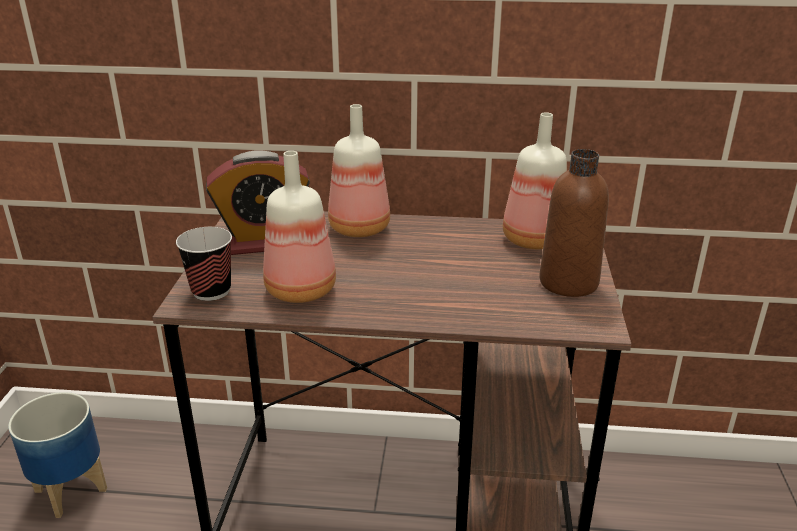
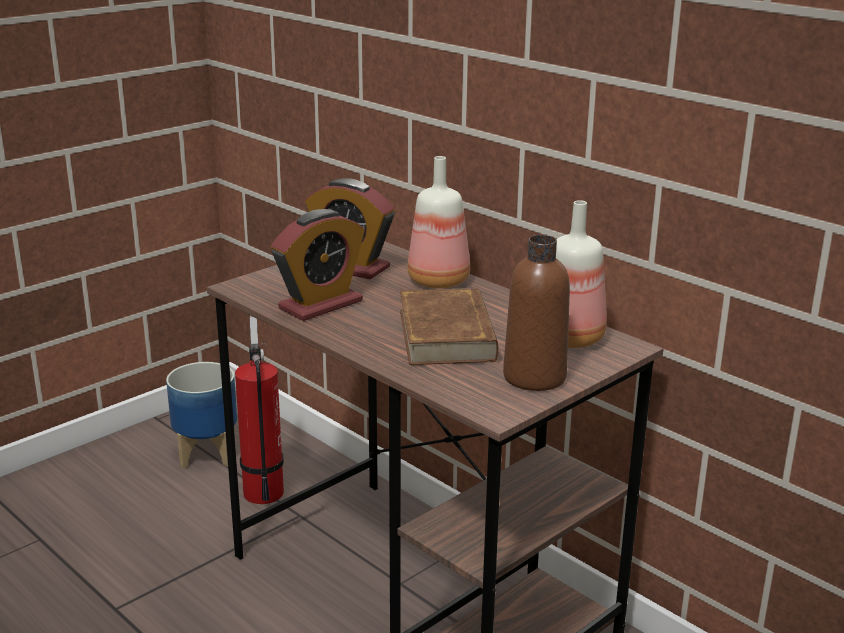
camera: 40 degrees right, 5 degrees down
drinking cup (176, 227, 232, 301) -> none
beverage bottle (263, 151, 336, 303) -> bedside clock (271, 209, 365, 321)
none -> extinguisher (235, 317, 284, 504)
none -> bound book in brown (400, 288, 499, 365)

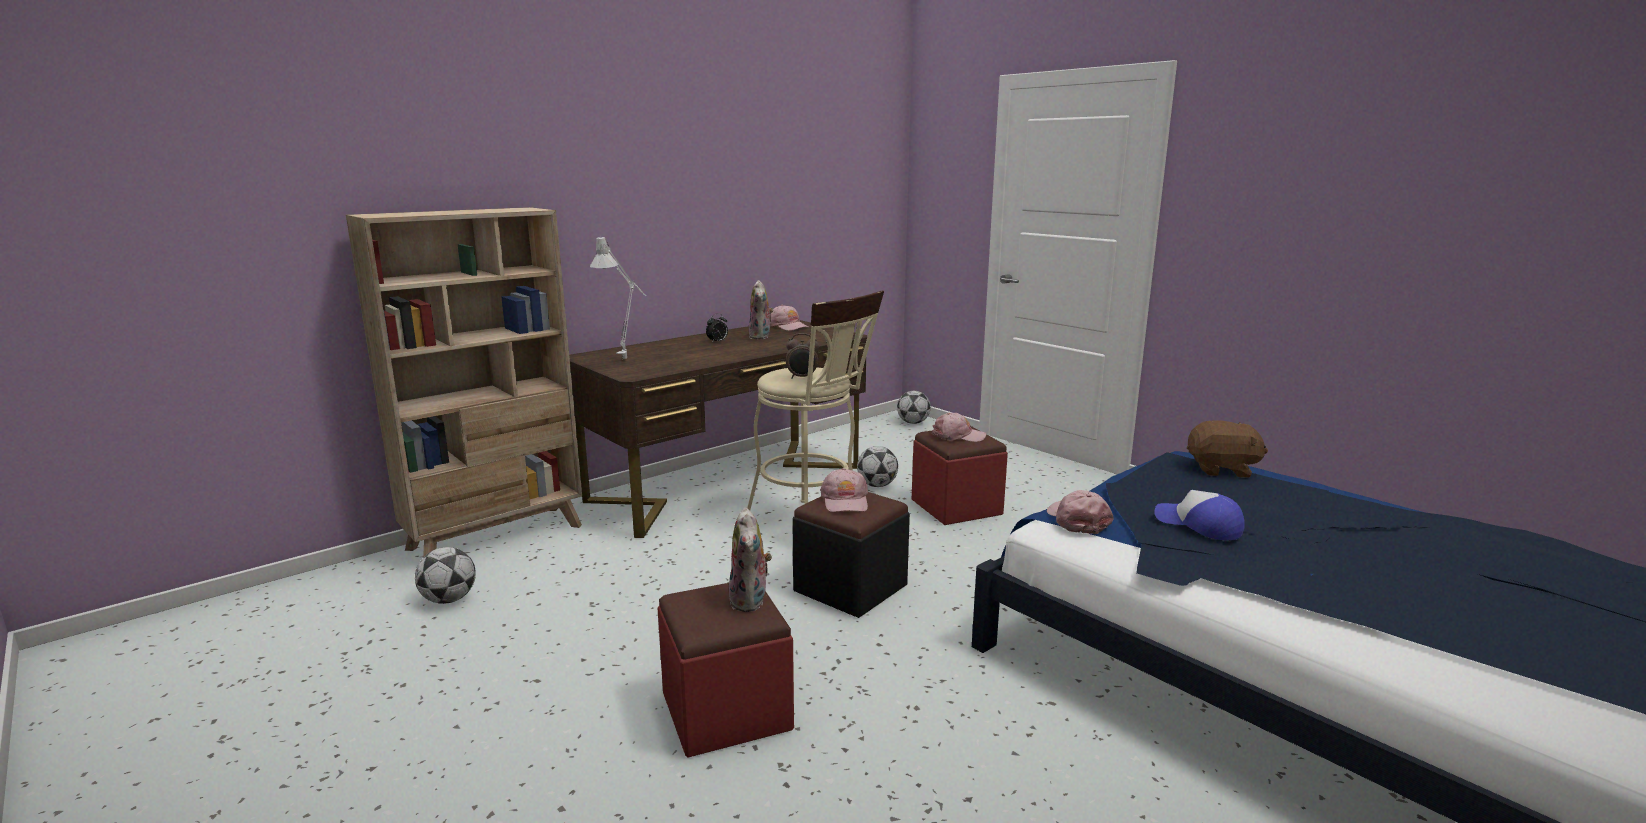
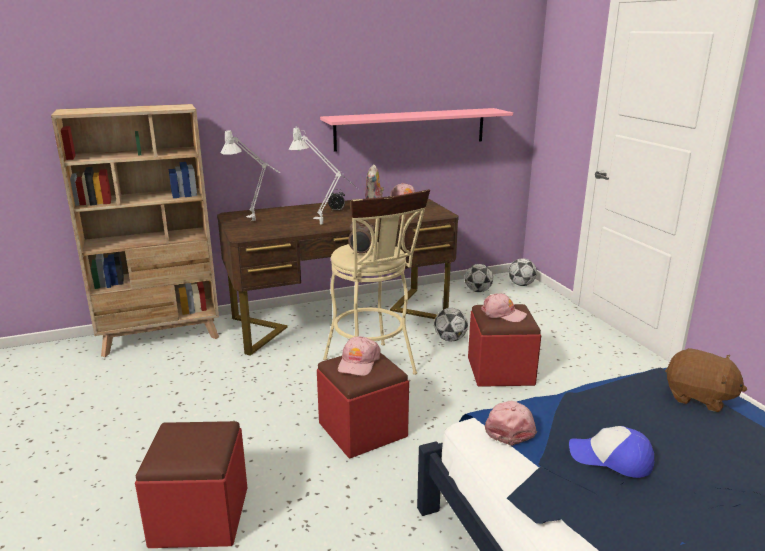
camera: 20 degrees right, 5 degrees up
ball for football (415, 547, 476, 604) -> ball for football (465, 264, 493, 292), moved
soft toy (729, 507, 772, 612) -> none
ottoman in blackish (792, 492, 910, 618) -> ottoman in red (317, 352, 409, 459)
cap (1154, 490, 1245, 541) -> cap (569, 426, 654, 478), 45 degrees counterclockwise
none -> table lamp in greyish (288, 128, 356, 224)
none -> shelf in pink-coloured (320, 108, 513, 152)

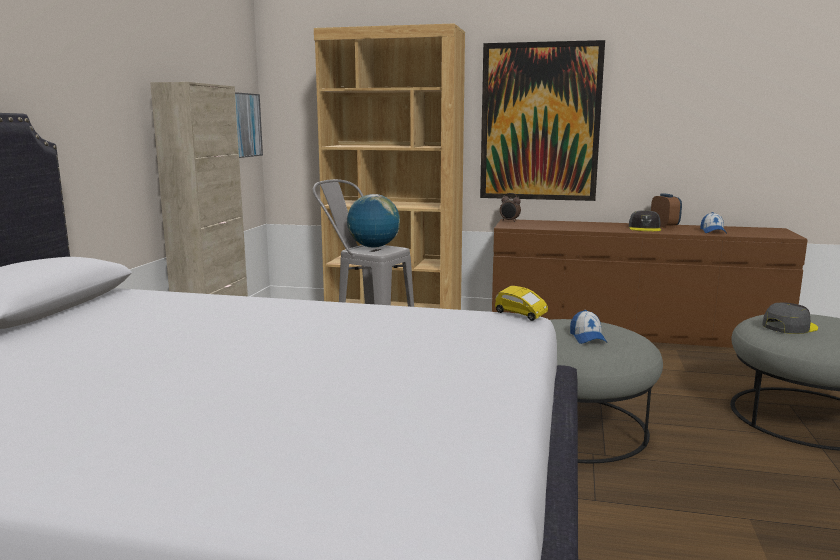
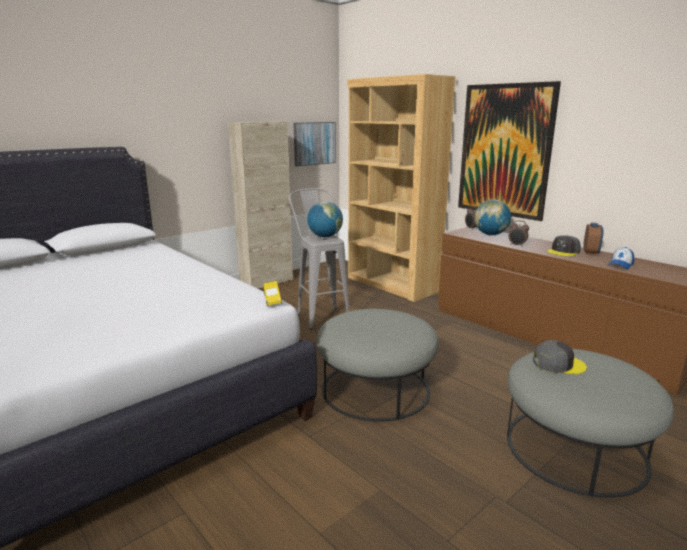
camera: 35 degrees right, 5 degrees up
cap (570, 310, 607, 344) -> none
none -> globe (474, 200, 511, 236)
none -> bedside clock (508, 220, 529, 247)

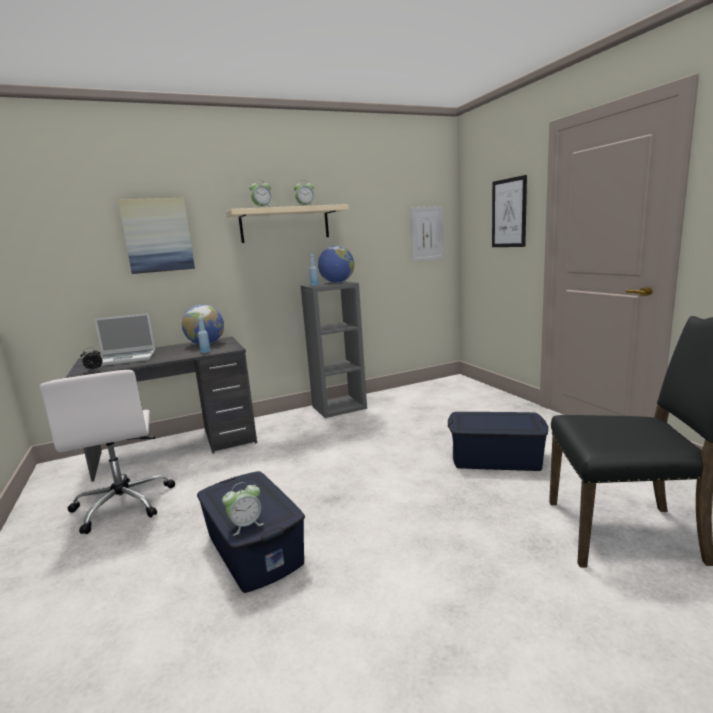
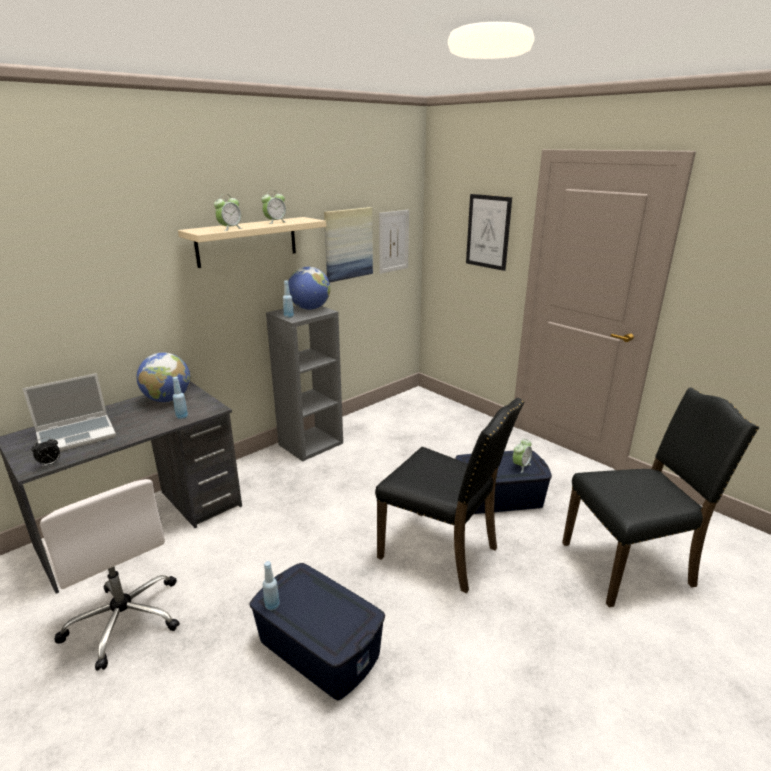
camera: 20 degrees left, 10 degrees up
wall art (118, 198, 195, 274) -> wall art (324, 207, 373, 282), moved
bedside clock (222, 482, 264, 536) -> bedside clock (513, 438, 532, 473), moved
none -> beverage bottle in blue-coloured (262, 561, 280, 611)
none -> upright chair in blackish (375, 398, 525, 593)

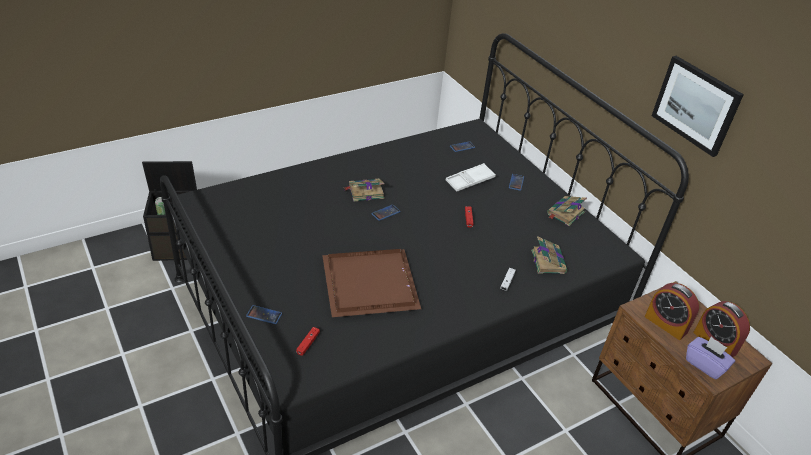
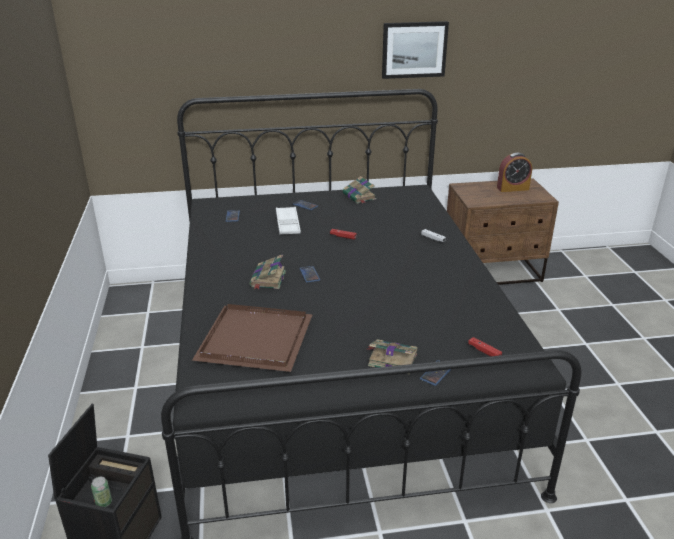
camera: 65 degrees left, 10 degrees down
carrying tray in brown (322, 249, 421, 317) -> carrying tray in brown (192, 304, 312, 372), moved
bound book (531, 237, 567, 274) -> bound book (368, 339, 418, 374), moved
bedside clock (645, 283, 699, 340) -> none
box of tissues in purple-coloured (686, 337, 735, 379) -> none

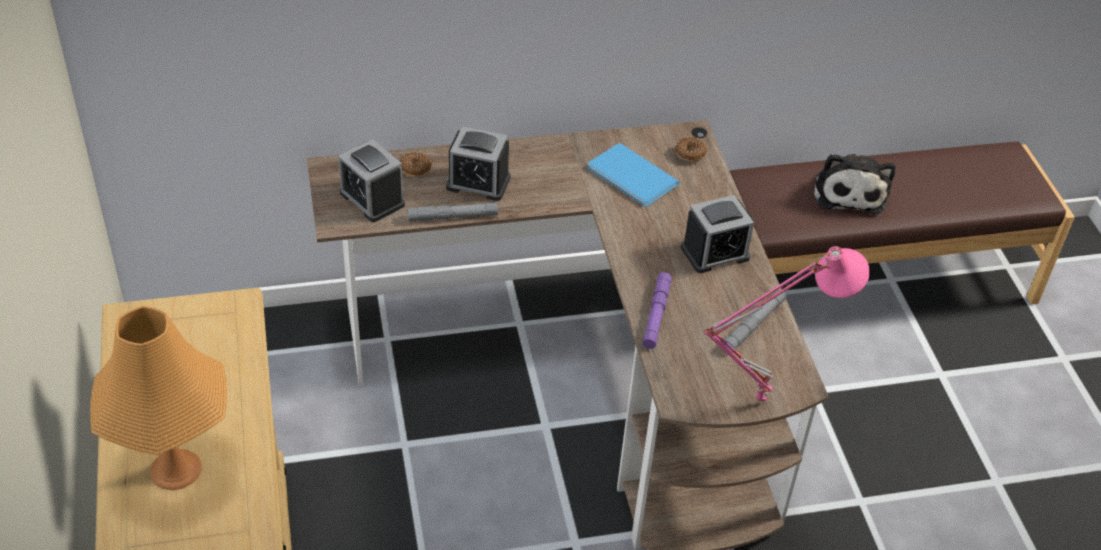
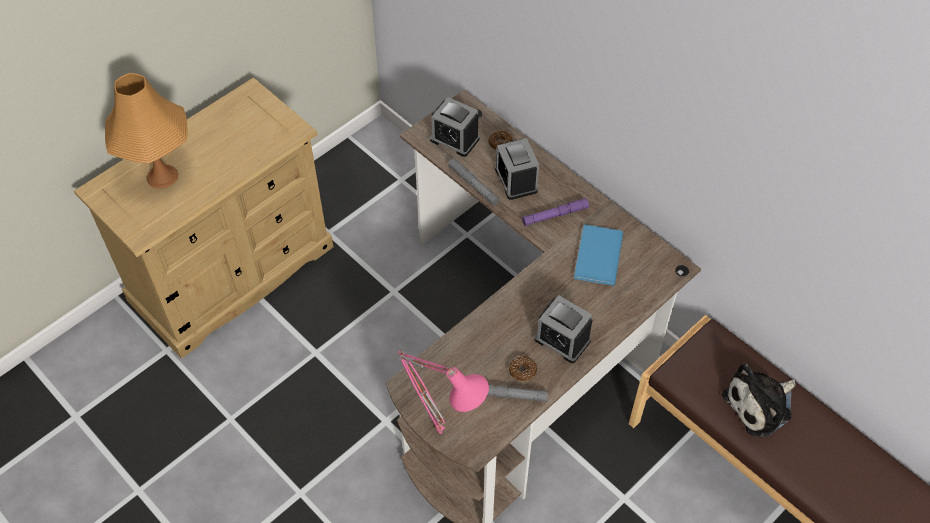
camera: 60 degrees right, 10 degrees up
bedside clock (338, 139, 405, 222) -> bedside clock (430, 97, 480, 157), 75 degrees counterclockwise
hand torch in purple-coloured (643, 272, 672, 349) -> hand torch in purple-coloured (522, 198, 589, 226), moved
donut (675, 137, 707, 162) -> donut (509, 356, 537, 382), moved

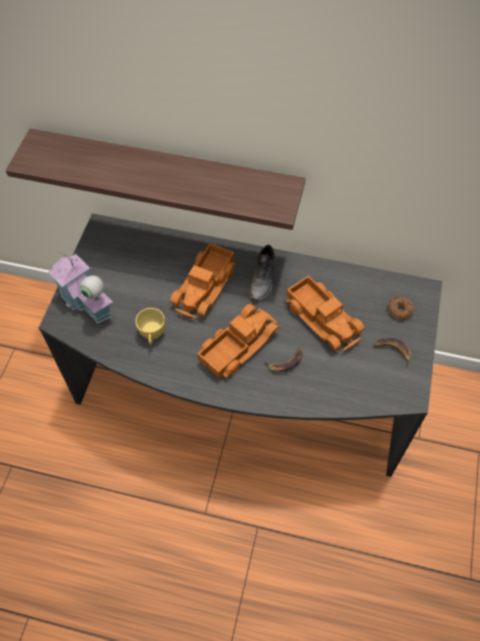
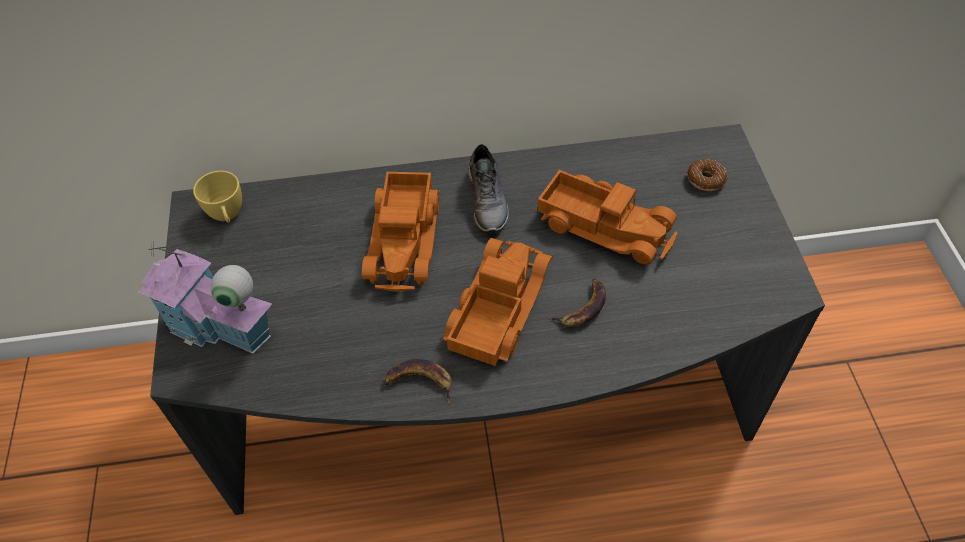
camera: 20 degrees left, 5 degrees down
shelf (6, 129, 305, 230) -> none
drinking cup in yellow (135, 308, 165, 345) -> drinking cup in yellow (193, 171, 242, 223), moved
banana (374, 338, 412, 368) -> banana (383, 359, 452, 403), moved

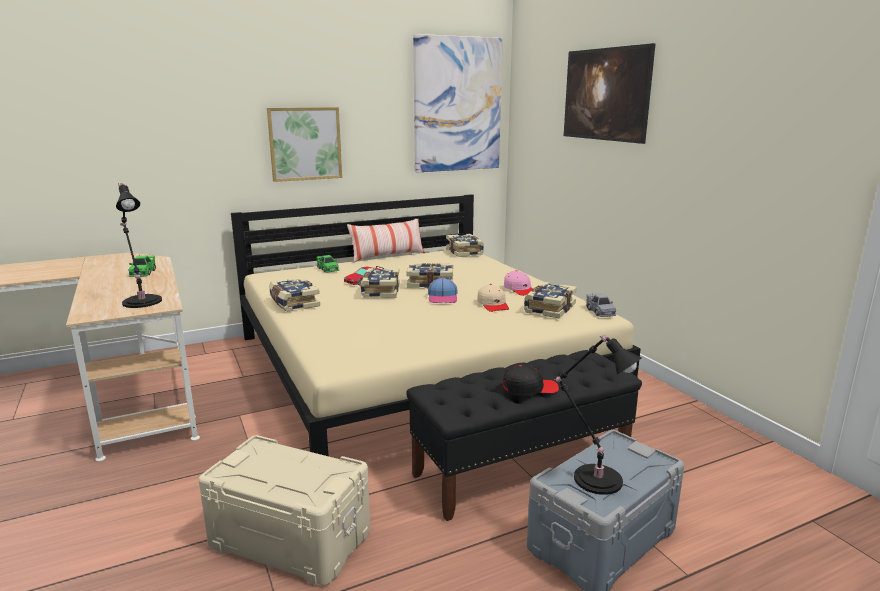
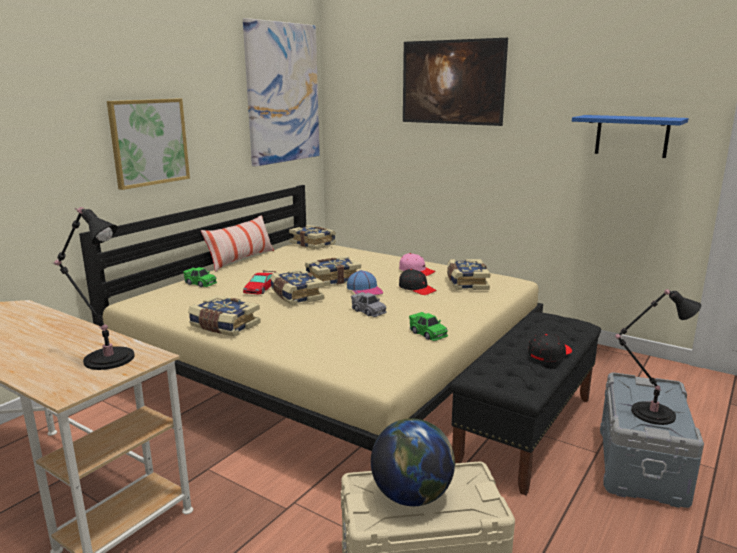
camera: 30 degrees left, 0 degrees up
toy car in greenish (128, 255, 156, 277) -> toy car in greenish (409, 312, 448, 341), moved
cap in beige (477, 284, 509, 312) -> cap in blackish (399, 269, 437, 295)
toy car in greyish (586, 293, 616, 317) -> toy car in greyish (351, 292, 387, 317), moved
none -> globe (371, 418, 455, 506)
none -> shelf in blue-coloured (572, 115, 689, 158)

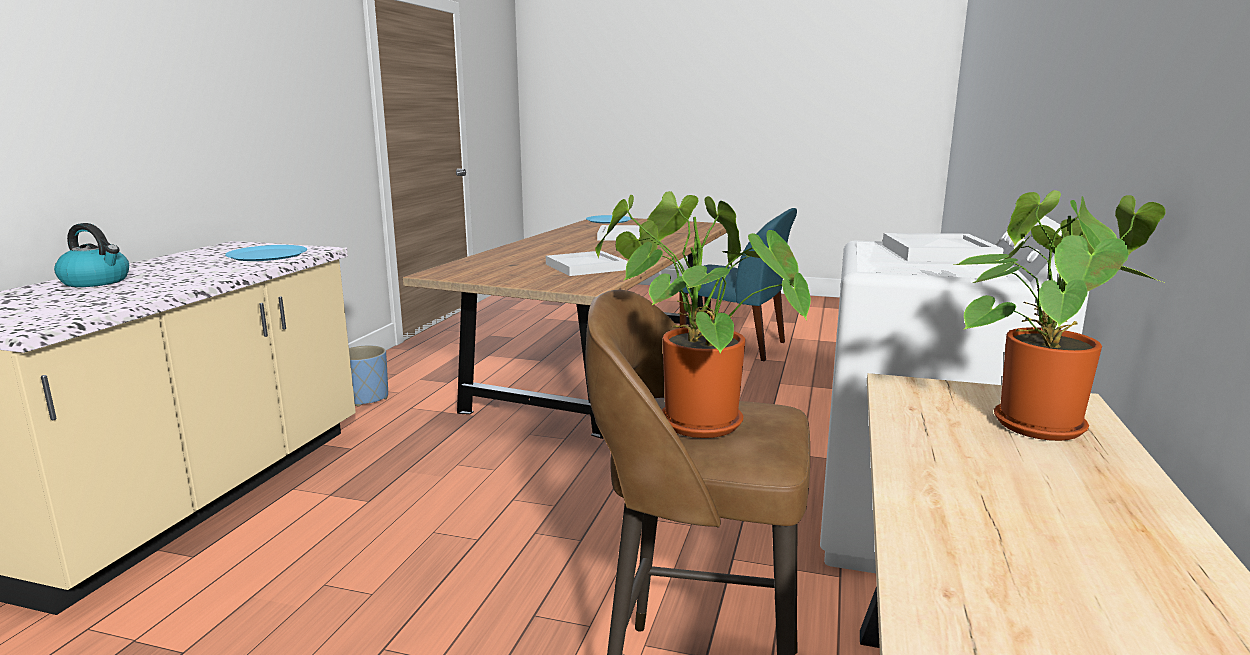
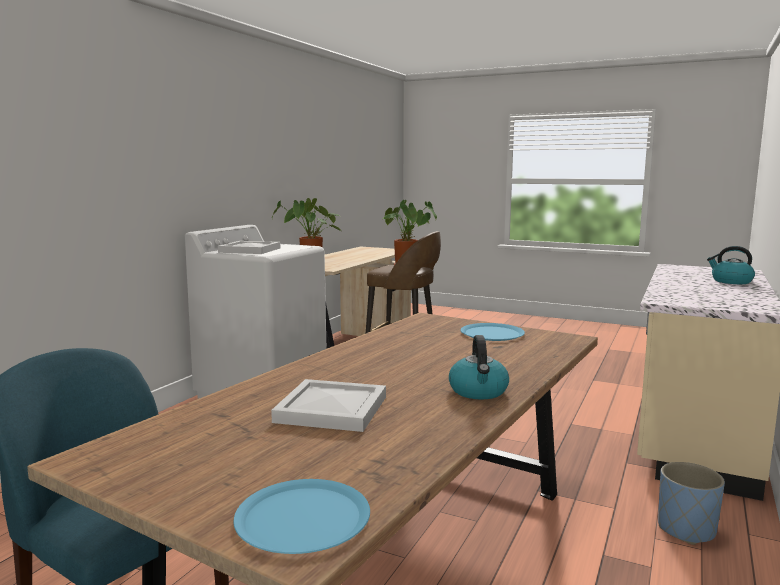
camera: 170 degrees left, 5 degrees down
flat dish in blue-coloured (225, 245, 307, 261) -> flat dish in blue-coloured (461, 323, 525, 341), moved
carrying tray in white (546, 251, 628, 276) -> none
none -> tea kettle (449, 335, 509, 400)

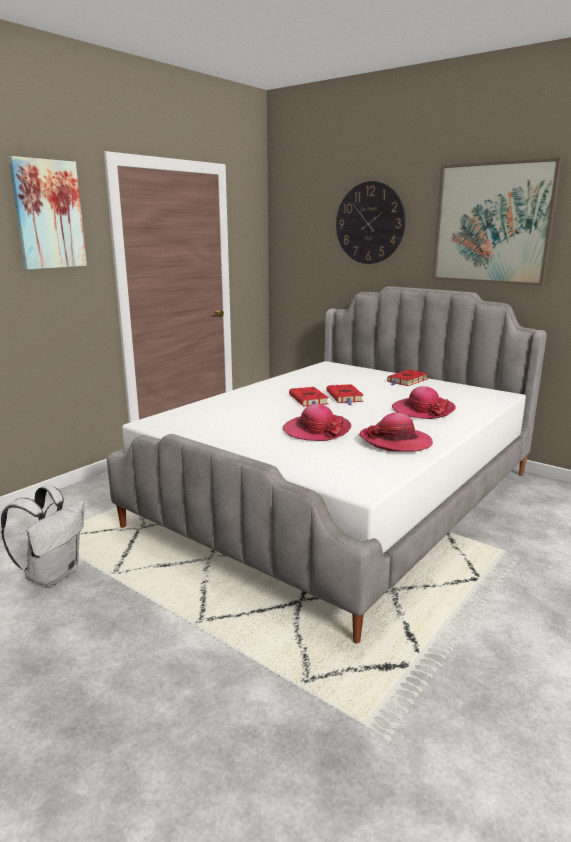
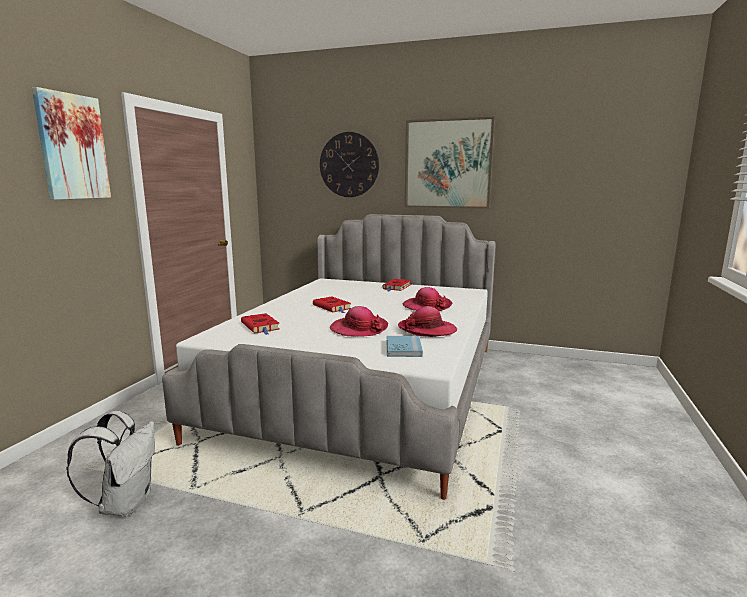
camera: 20 degrees left, 5 degrees down
bound book in red (326, 384, 364, 405) -> bound book in red (241, 313, 280, 335), moved
none -> bound book in blue-coloured (387, 336, 423, 357)

